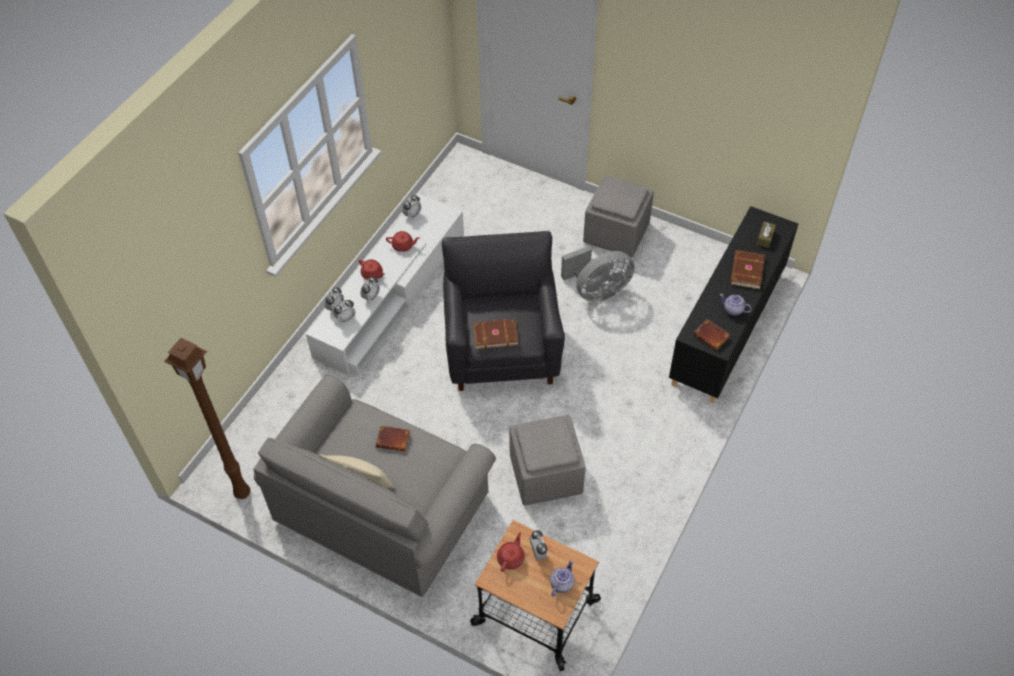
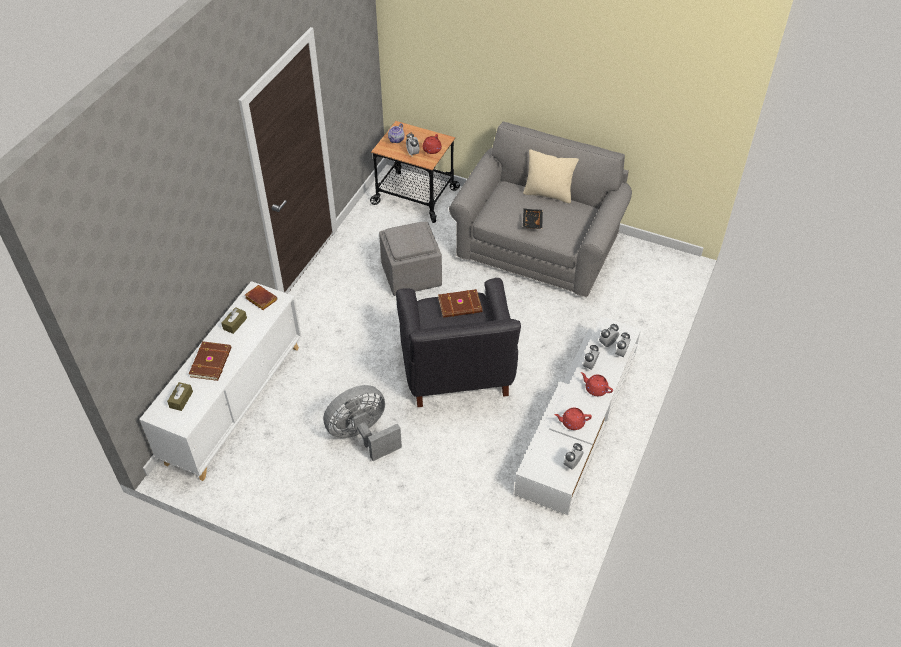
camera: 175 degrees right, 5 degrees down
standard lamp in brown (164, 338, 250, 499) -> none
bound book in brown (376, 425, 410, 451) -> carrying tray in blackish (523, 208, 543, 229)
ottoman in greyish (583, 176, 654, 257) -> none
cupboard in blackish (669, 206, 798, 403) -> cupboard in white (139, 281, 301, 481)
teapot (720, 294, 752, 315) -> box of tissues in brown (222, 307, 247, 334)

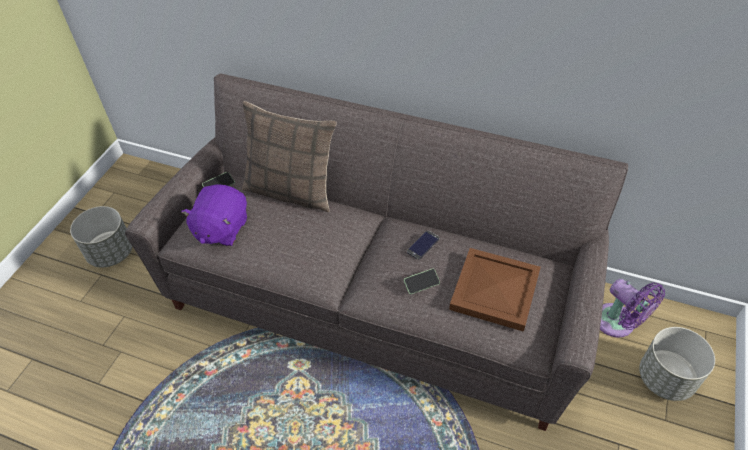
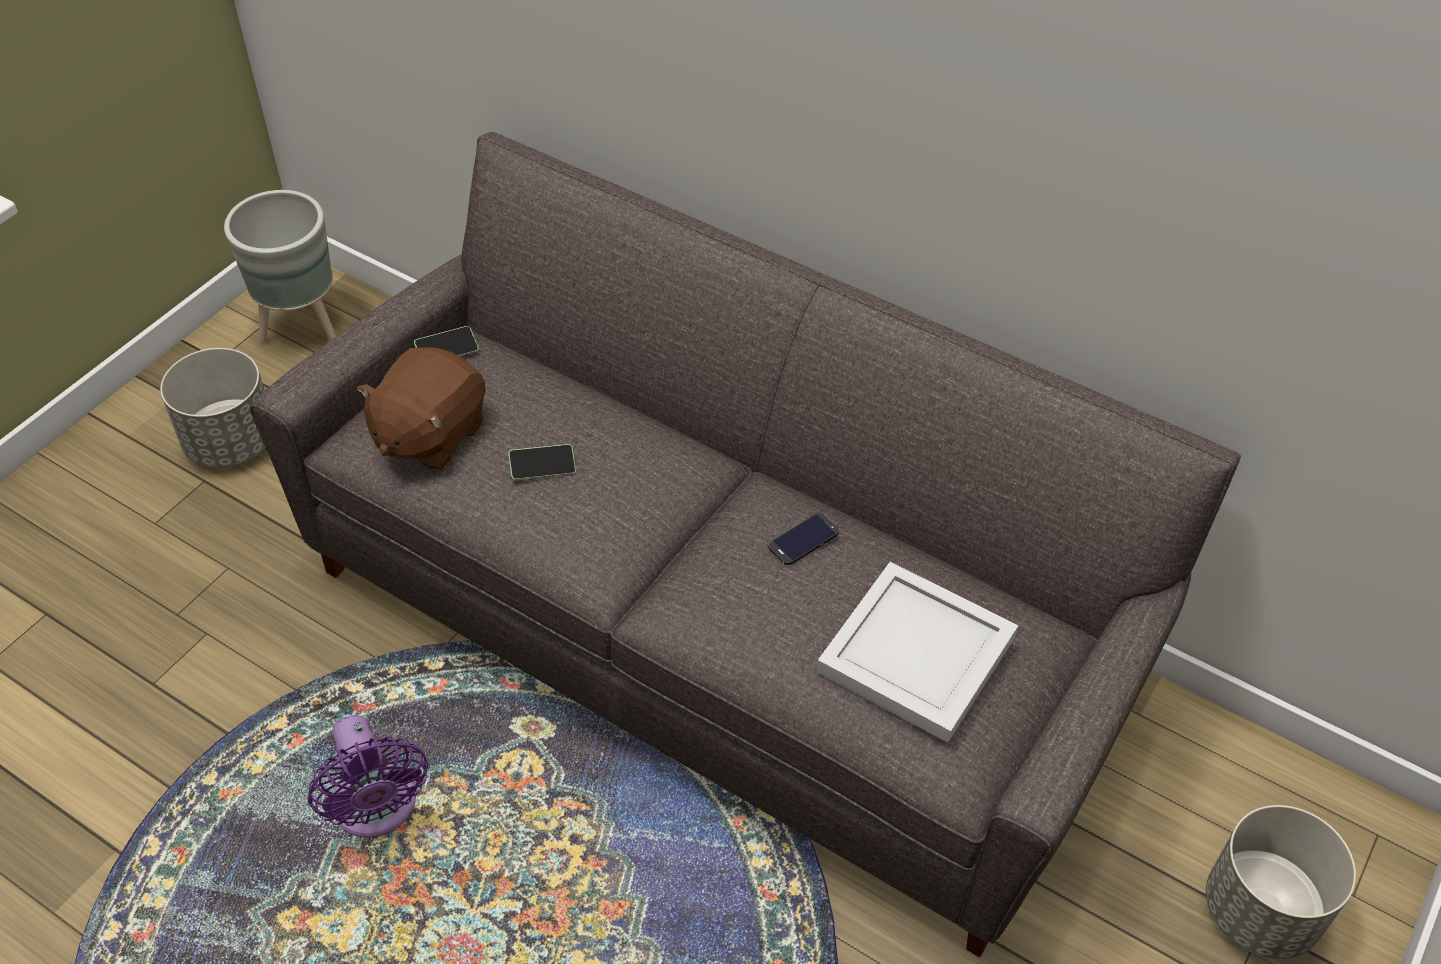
camera: 10 degrees right, 0 degrees up
soft toy in purple-coloured (181, 184, 247, 246) -> soft toy in brown (357, 348, 485, 470)
pillow (242, 101, 337, 212) -> none
telephone (404, 269, 440, 294) -> telephone (508, 444, 576, 480), moved
carrying tray in brown (449, 248, 541, 332) -> carrying tray in white (817, 562, 1018, 743)
electric fan in purple-coloured (600, 279, 665, 338) -> electric fan in purple-coloured (307, 715, 429, 838), moved
none -> flower pot in greyish (224, 190, 336, 344)

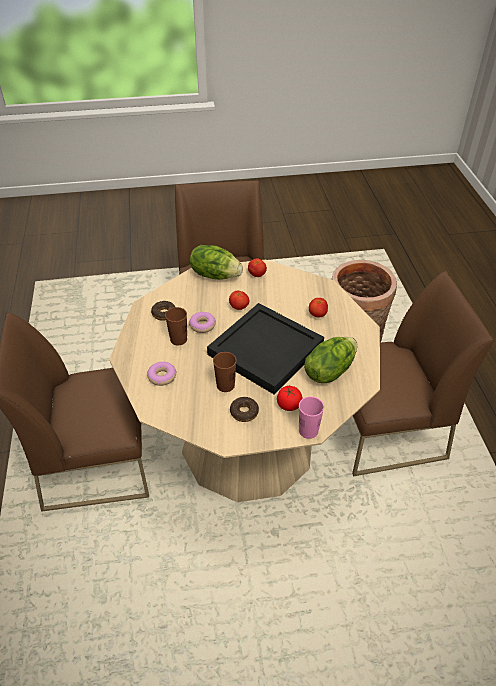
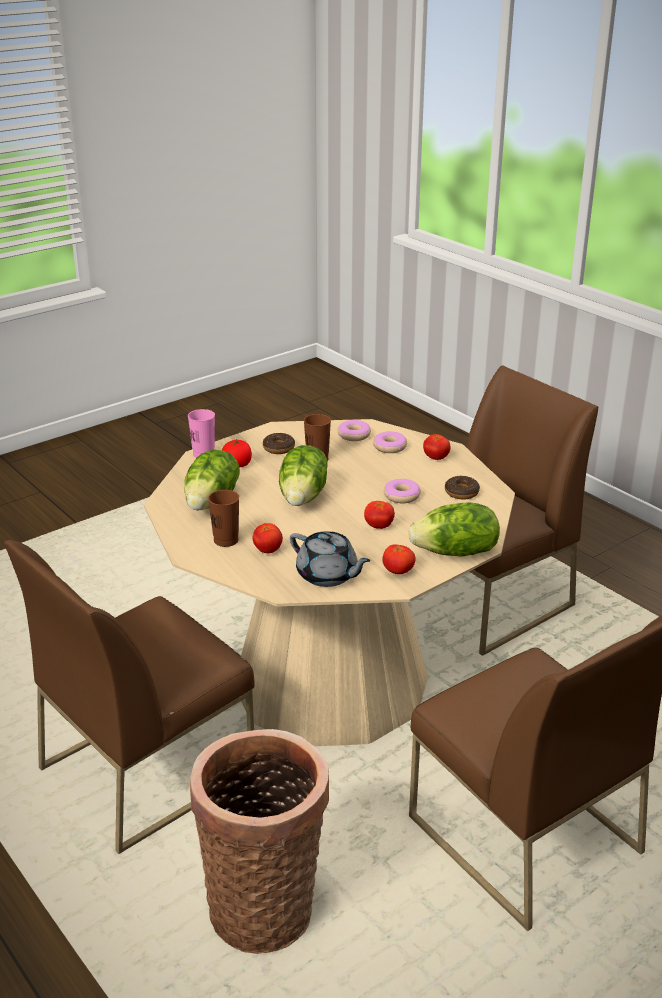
camera: 150 degrees right, 15 degrees down
drinking cup in brown (165, 307, 187, 345) -> drinking cup in brown (208, 490, 239, 547), moved
carrying tray in blackish (207, 303, 324, 395) -> head of lettuce (279, 445, 328, 506)
none -> teapot in greyish (290, 531, 370, 587)
none -> donut (338, 420, 371, 441)
none -> whole tomato (423, 434, 451, 460)

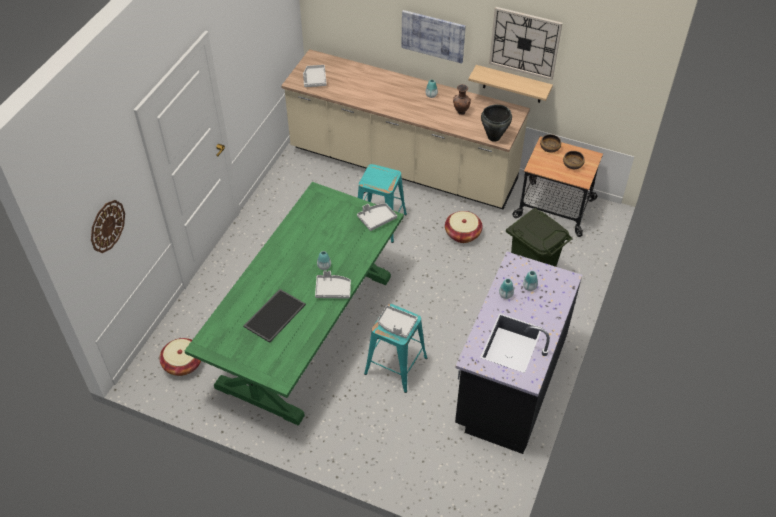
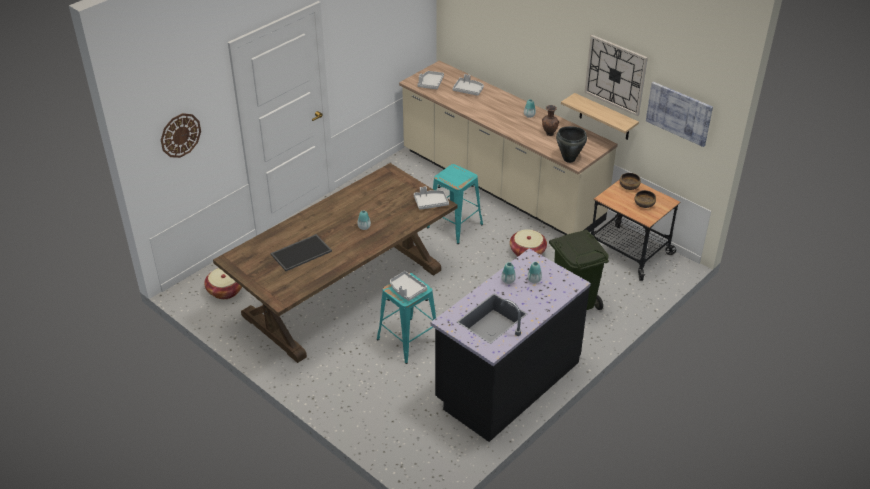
camera: 20 degrees right, 10 degrees down
dinner table in greenish (184, 182, 404, 426) -> dinner table in brown (213, 163, 458, 363)
carrying tray in greyish (315, 271, 351, 298) -> carrying tray in greyish (452, 74, 484, 96), moved
wall art (402, 10, 466, 63) -> wall art (646, 82, 713, 147), moved

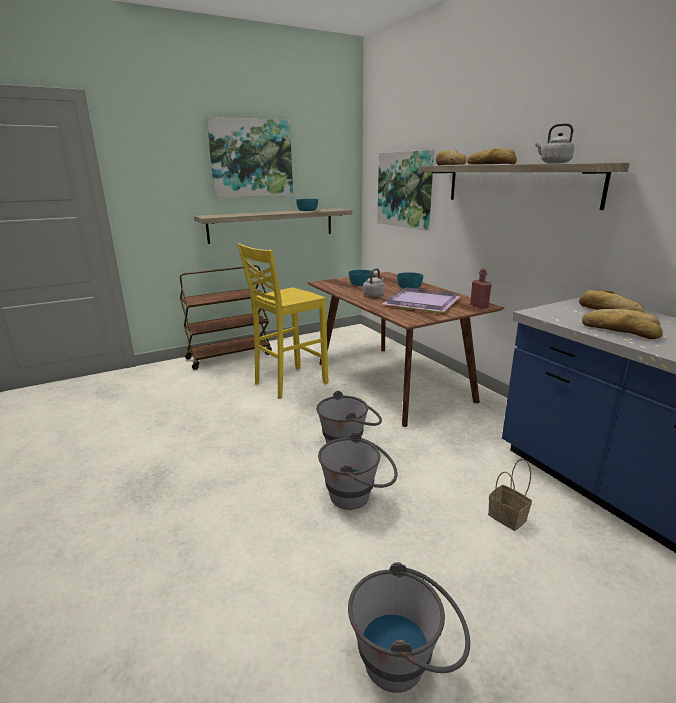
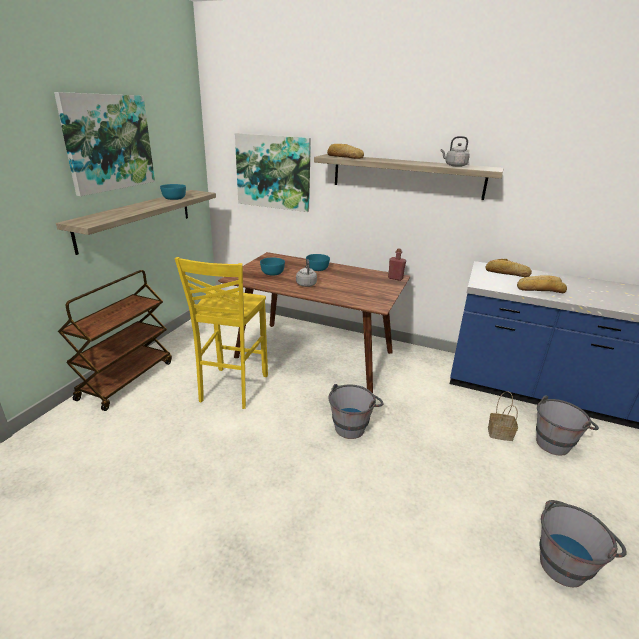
camera: 40 degrees left, 5 degrees up
bucket in greyish (318, 432, 398, 510) -> bucket in greyish (536, 395, 599, 456), moved
carrying tray in purple-coloured (383, 287, 461, 313) -> none
baked bread (467, 148, 517, 165) -> none

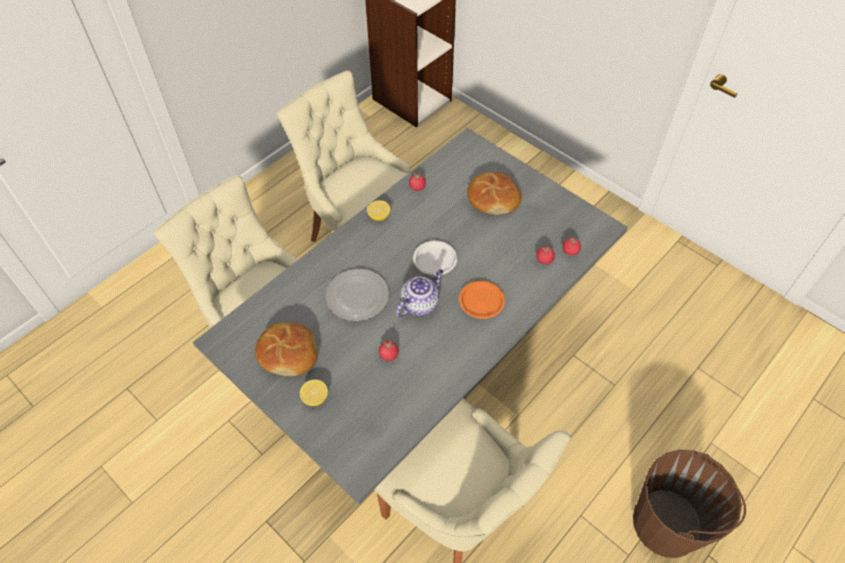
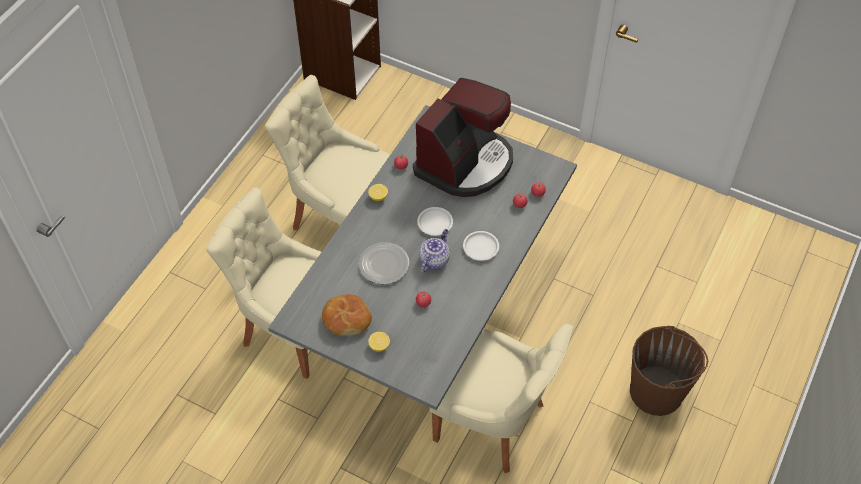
camera: 15 degrees left, 0 degrees up
flat dish in orange (459, 281, 505, 319) -> flat dish in white (463, 231, 499, 261)
baked bread (467, 172, 522, 215) -> coffee maker (413, 78, 513, 197)

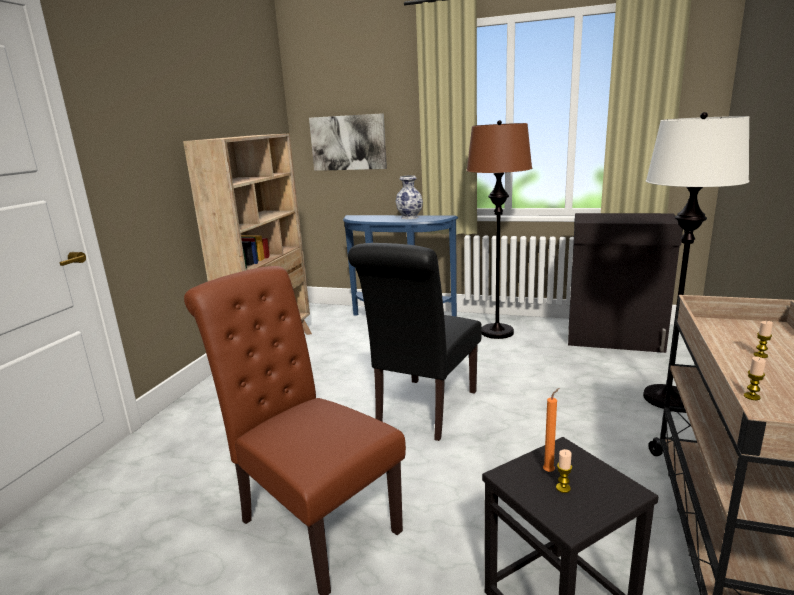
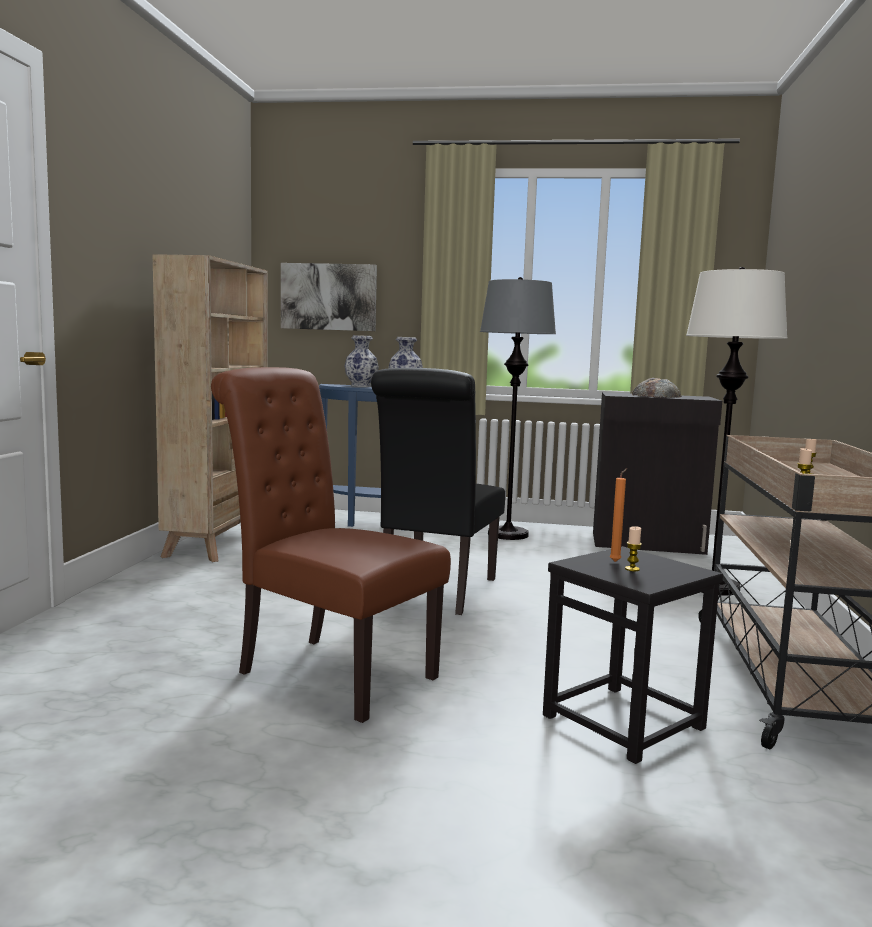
camera: 10 degrees left, 10 degrees down
standard lamp in brown (466, 120, 532, 339) -> standard lamp in greyish (480, 277, 556, 540)
none -> flower vase (344, 335, 379, 387)
none -> baked bread (632, 378, 682, 398)

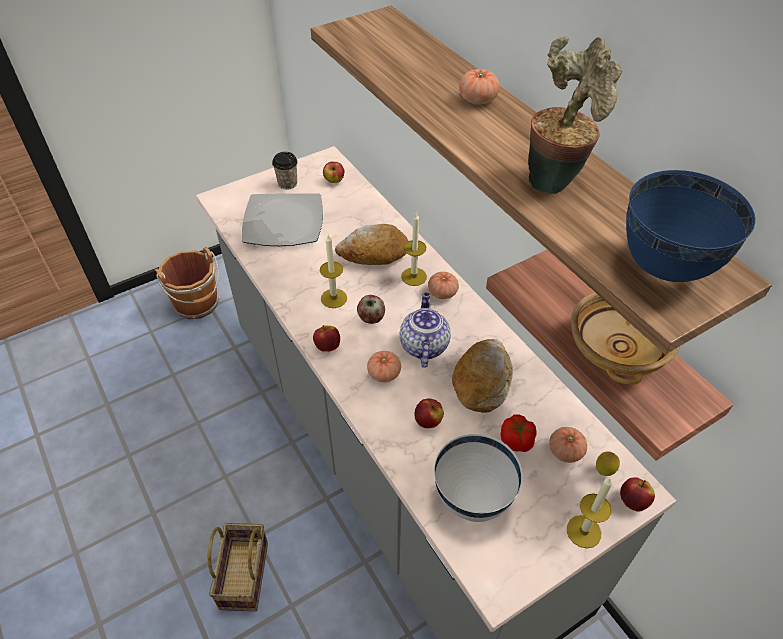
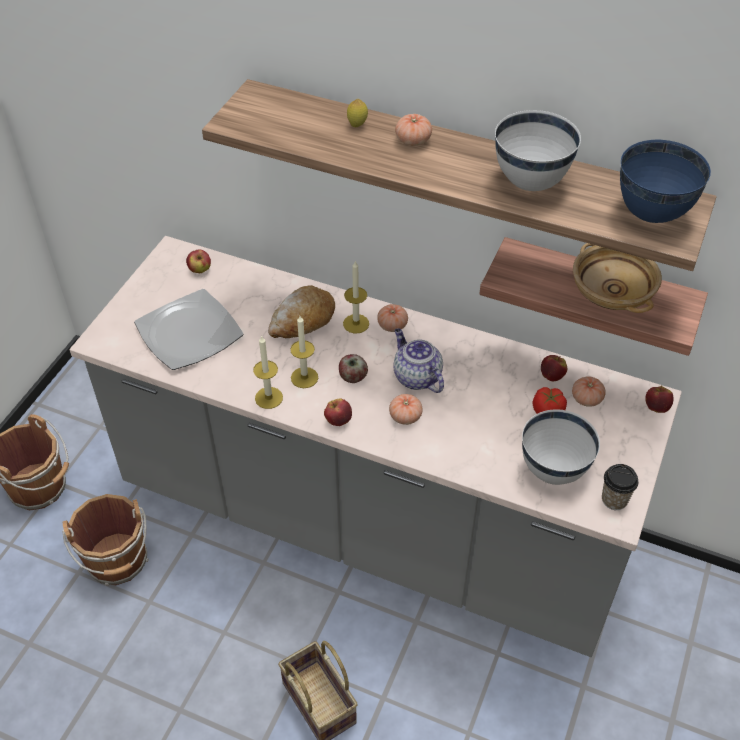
camera: 35 degrees left, 0 degrees up
drinking cup (272, 152, 298, 190) -> drinking cup (602, 464, 638, 510), moved
apple fruit (415, 398, 444, 428) -> apple fruit (541, 355, 567, 381), moved
baked bread (452, 339, 513, 413) -> none
potted plant (528, 36, 622, 194) -> deep dish in white (495, 110, 581, 191)
wax candle (567, 477, 612, 548) -> wax candle (253, 335, 283, 409), moved
lemon (596, 451, 620, 476) -> lemon (347, 99, 368, 127), moved
none -> bucket in brown (62, 494, 149, 586)

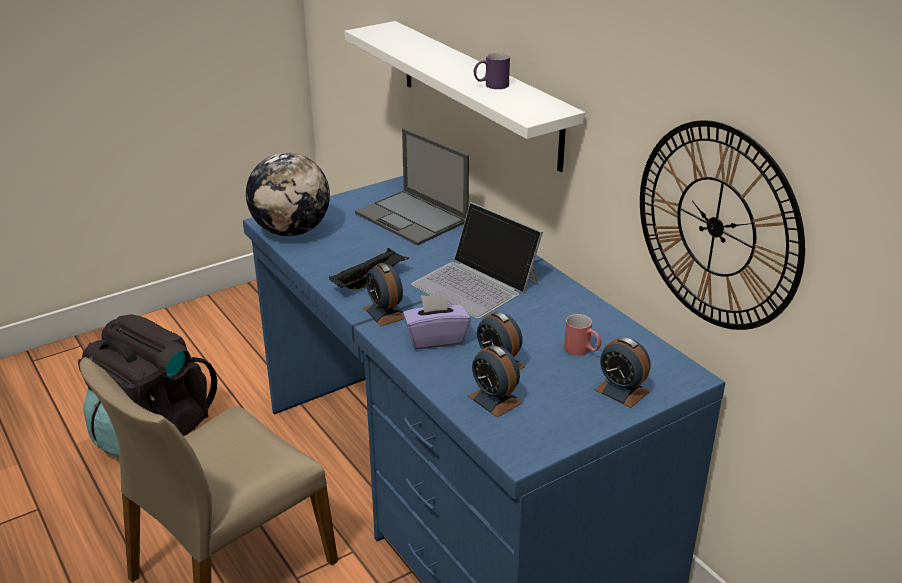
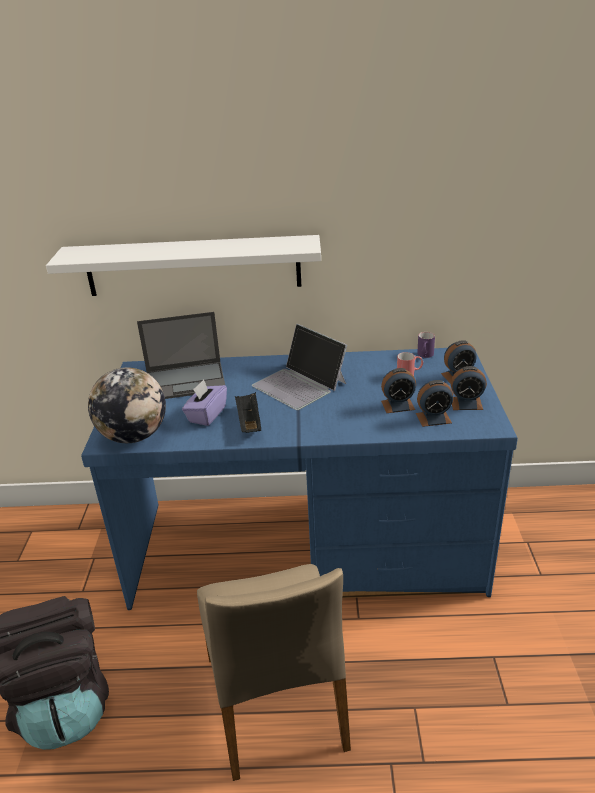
camera: 55 degrees left, 0 degrees up
bedside clock (364, 263, 404, 326) -> bedside clock (451, 366, 487, 410), moved
box of tissues in purple-coloured (403, 294, 471, 349) -> box of tissues in purple-coloured (182, 380, 227, 426), moved
laptop (411, 202, 543, 319) -> laptop (252, 324, 347, 410), 60 degrees clockwise
tea mug in purple-coloured (474, 52, 510, 89) -> tea mug in purple-coloured (417, 332, 435, 358), moved
wall clock (640, 120, 805, 330) -> none

